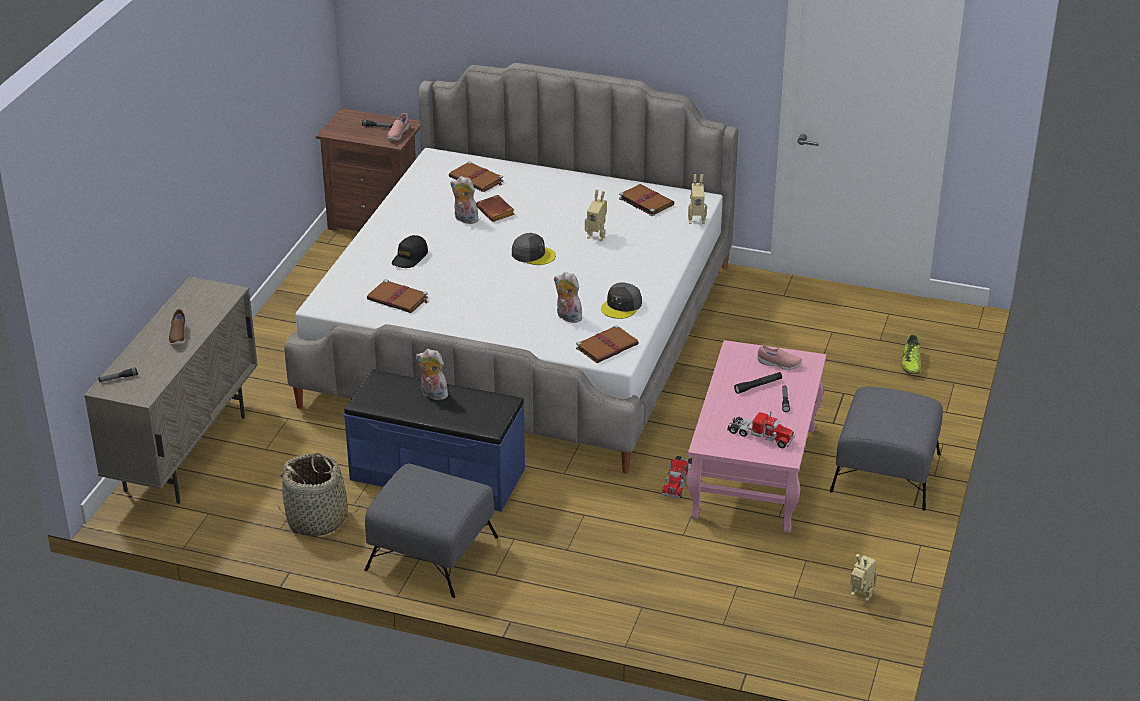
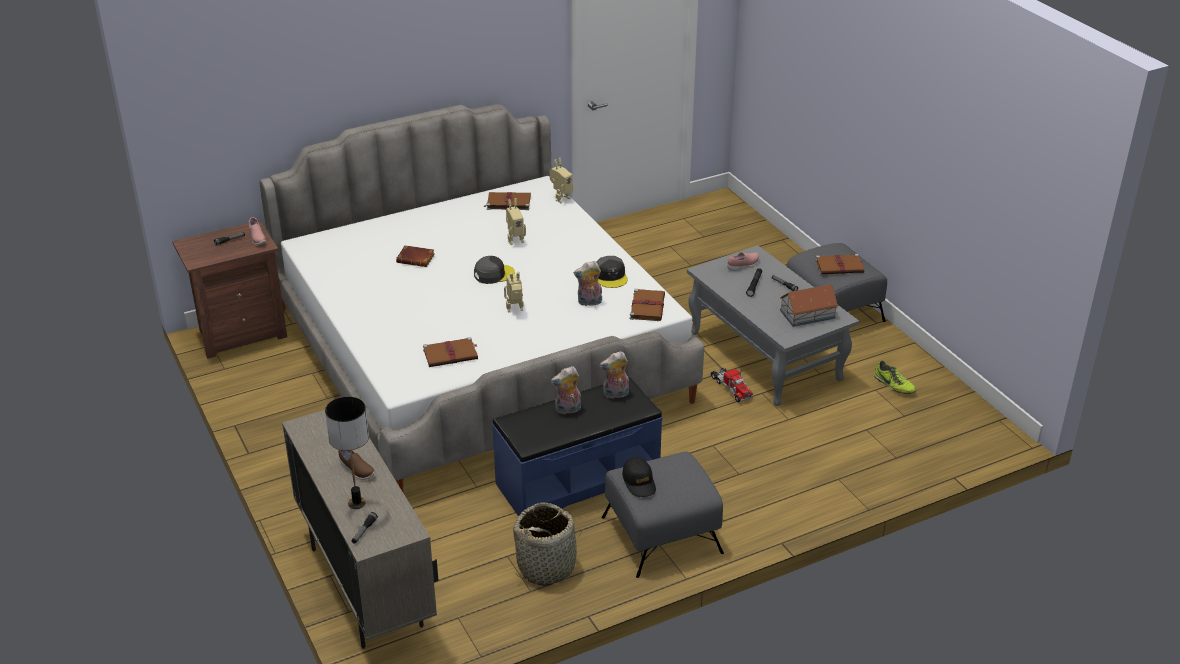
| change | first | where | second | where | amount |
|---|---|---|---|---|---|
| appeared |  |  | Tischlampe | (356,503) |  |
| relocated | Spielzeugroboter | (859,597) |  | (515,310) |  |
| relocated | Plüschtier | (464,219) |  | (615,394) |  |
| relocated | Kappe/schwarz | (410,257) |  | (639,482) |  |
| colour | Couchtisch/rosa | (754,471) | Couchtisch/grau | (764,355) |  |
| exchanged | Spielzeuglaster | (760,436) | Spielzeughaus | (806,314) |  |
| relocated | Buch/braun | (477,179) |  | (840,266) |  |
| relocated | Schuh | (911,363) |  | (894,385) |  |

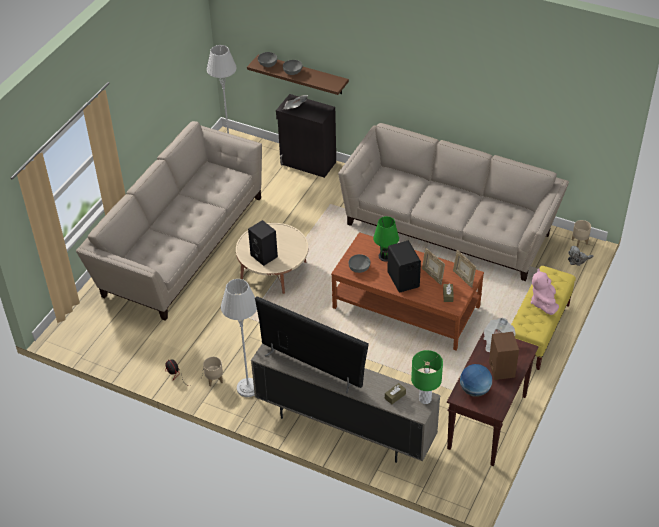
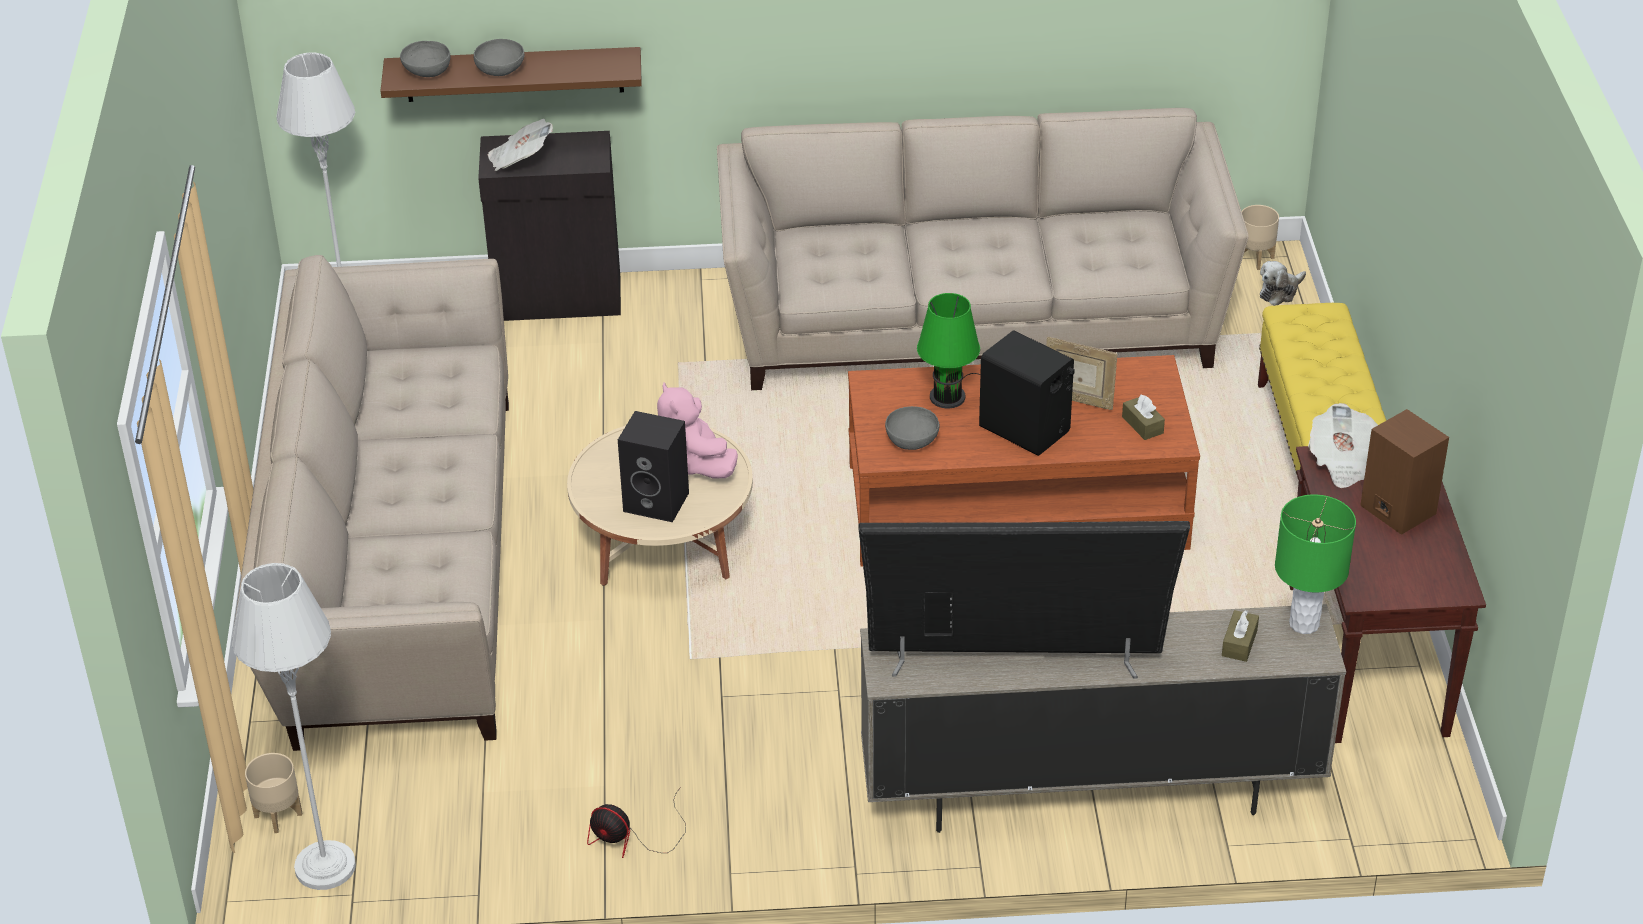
| change | first | where | second | where | amount |
|---|---|---|---|---|---|
| relocated | Stehlampe/grau | (248,388) |  | (325,867) |  |
| relocated | Pflanzkübel/beige | (214,379) |  | (277,815) |  |
| relocated | Plüschtier/rosa | (543,303) |  | (695,463) |  |
| missing | Bilderrahmen | (463,278) |  |  |  |
| missing | Globus | (474,390) |  |  |  |

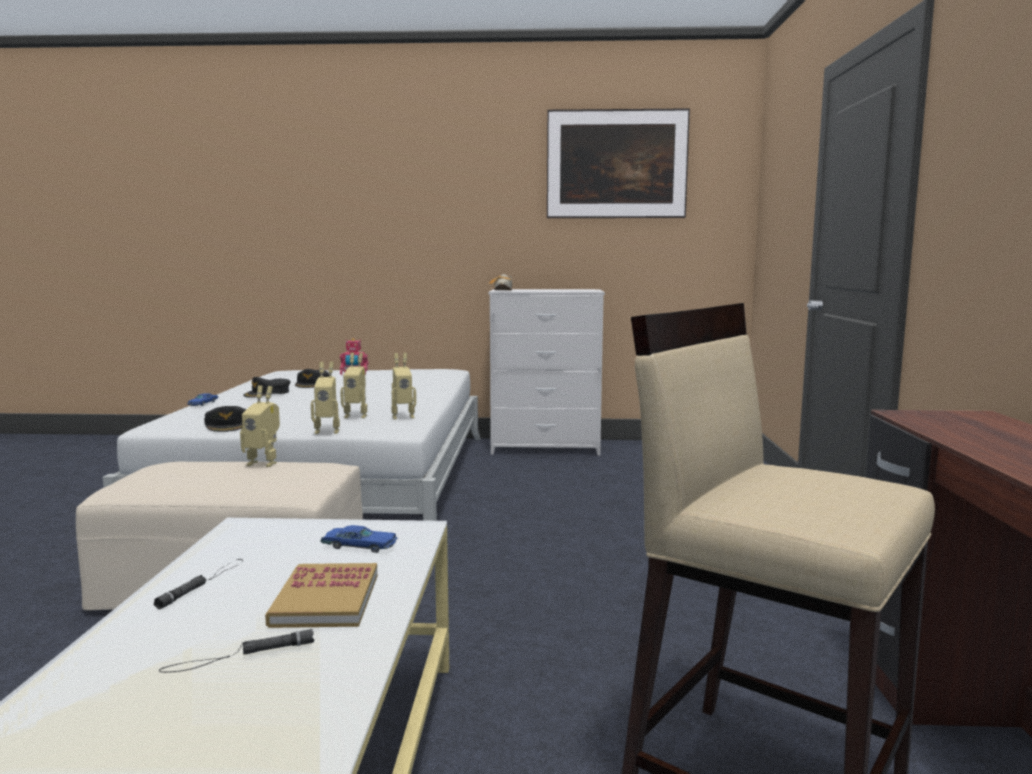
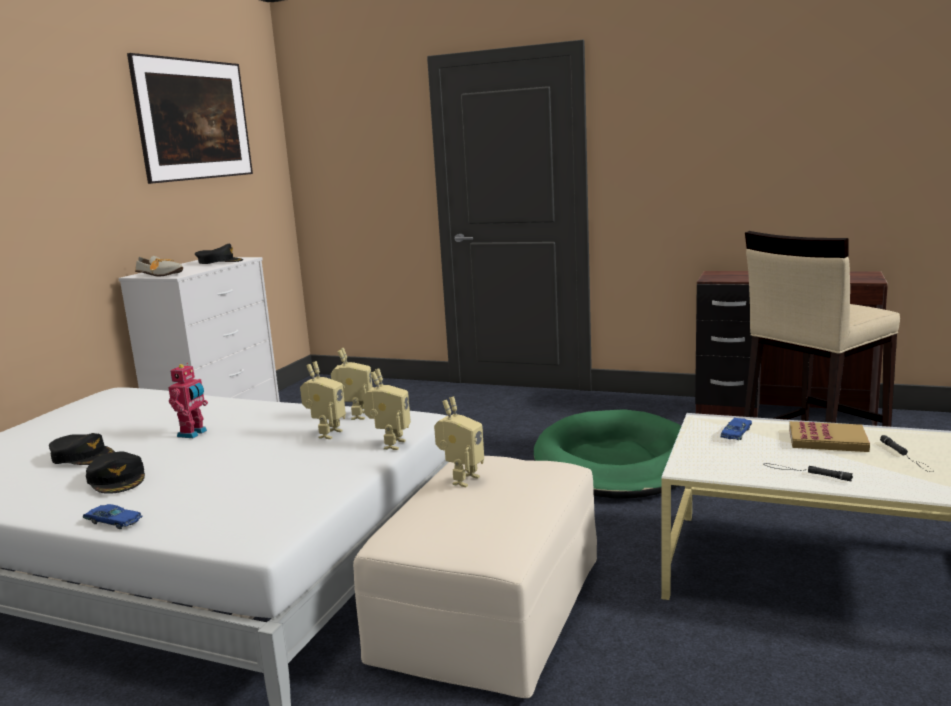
| change | first | where | second | where | amount |
|---|---|---|---|---|---|
| relocated | Kappe/schwarz | (228,425) |  | (219,261) |  |
| appeared |  |  | Hundebett/grün | (616,462) |  |

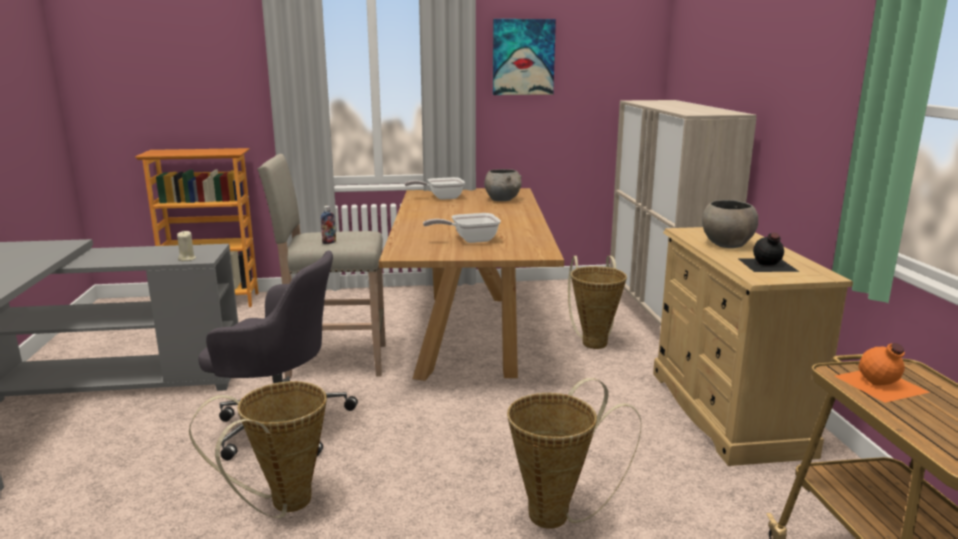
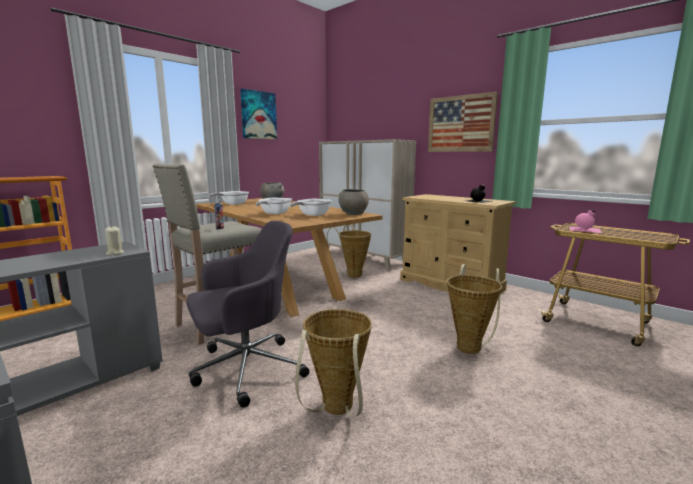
| change | first | where | second | where | amount |
|---|---|---|---|---|---|
| appeared |  |  | Pfanne | (273,213) |  |
| relocated | Schüssel/grau | (726,244) |  | (353,214) |  |
| appeared |  |  | Bild | (460,124) |  |
| colour | Flasche/orange | (880,384) | Flasche/rosa | (585,229) |  |

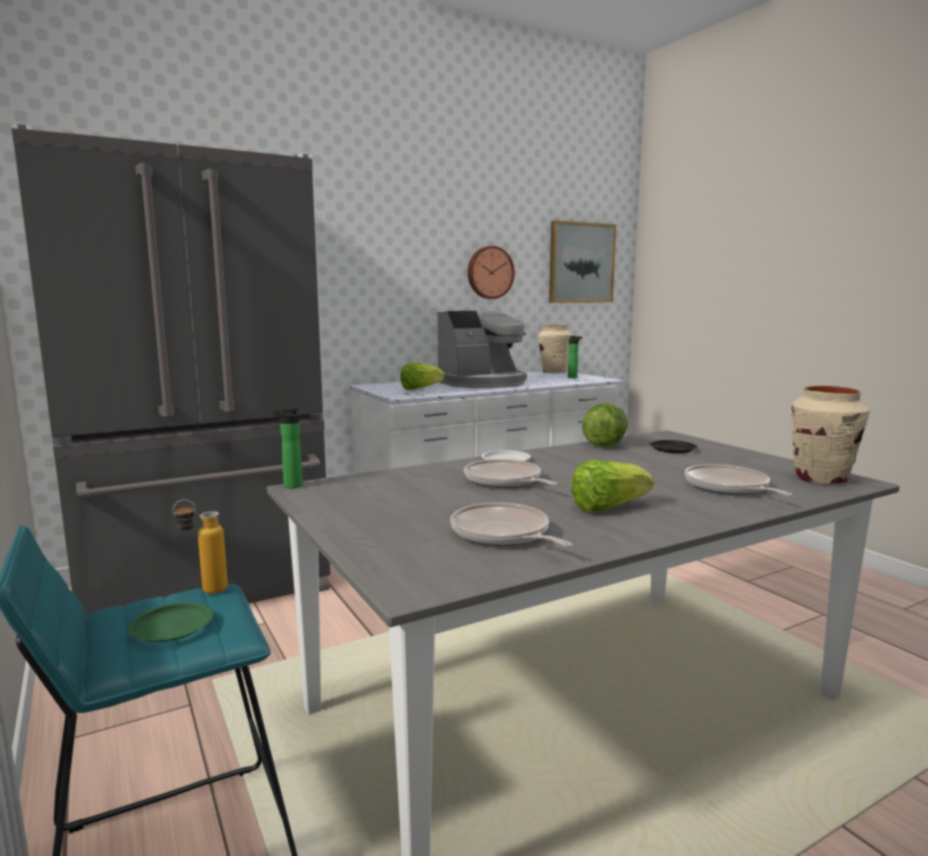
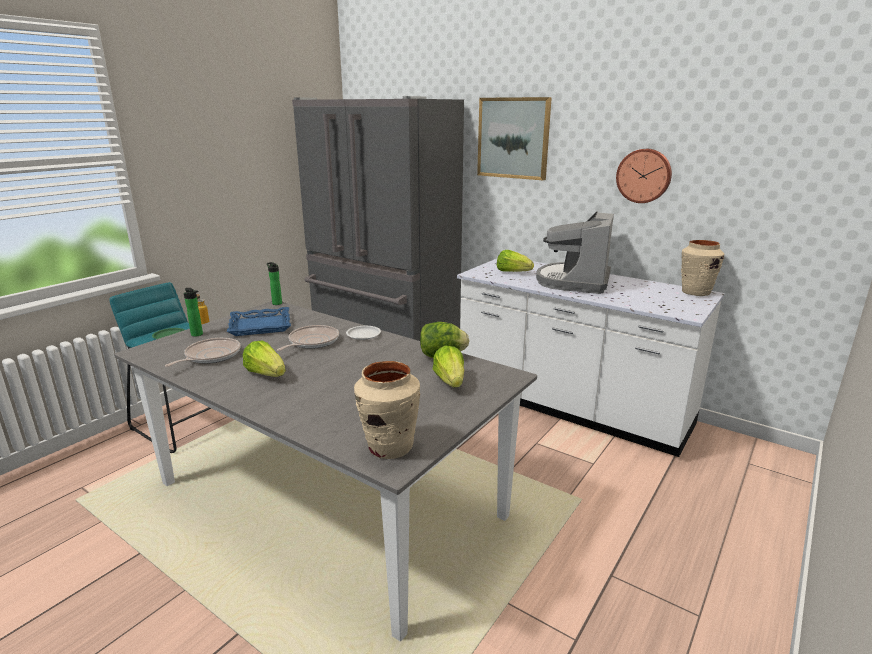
| change | first | where | second | where | amount |
|---|---|---|---|---|---|
| relocated | Flasche | (573,377) |  | (198,335) |  |
| appeared |  |  | Tablett/blau | (260,326) |  |
| exchanged | Teller/schwarz | (672,449) | Salatkopf | (450,381) |  |
| relocated | Bild | (581,263) |  | (513,138) |  |
| spun | Kaffeemaschine | (482,383) |  | (574,281) | 75 degrees clockwise |
| missing | Pfanne | (728,488) |  |  |  |

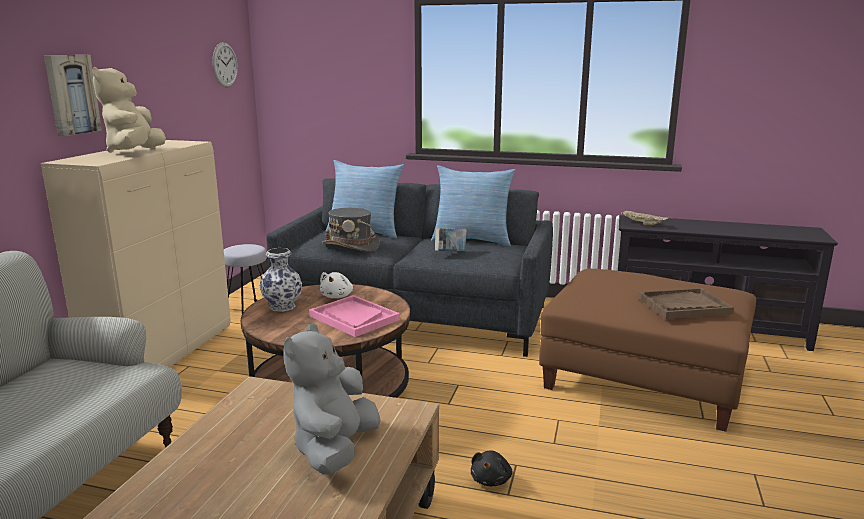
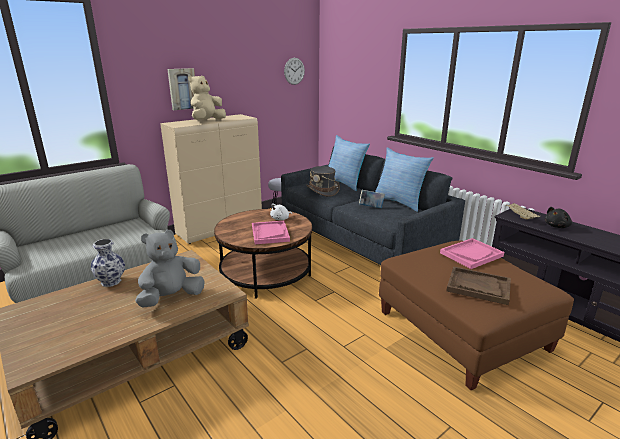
| change | first | where | second | where | amount |
|---|---|---|---|---|---|
| relocated | Vase | (283,307) |  | (111,282) |  |
| appeared |  |  | Tablett/rosa | (471,254) |  |
| relocated | Plüschtier/schwarz | (491,480) |  | (557,226) |  |

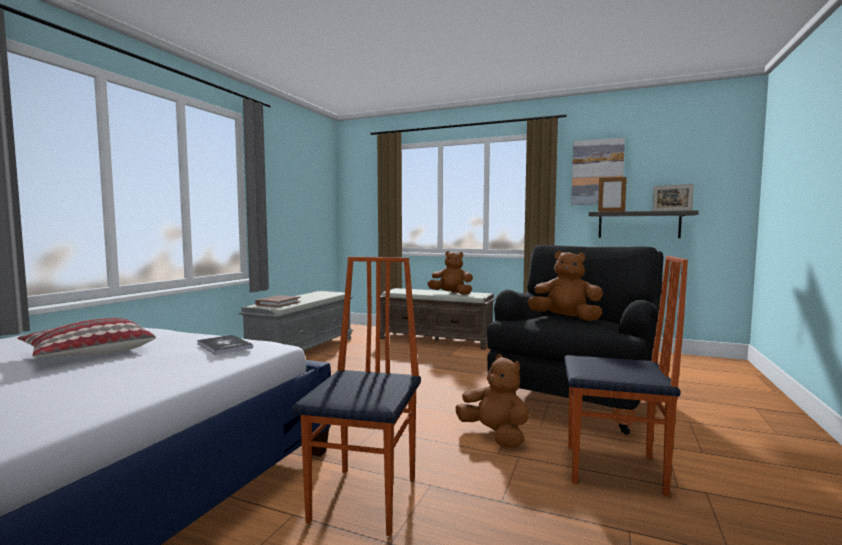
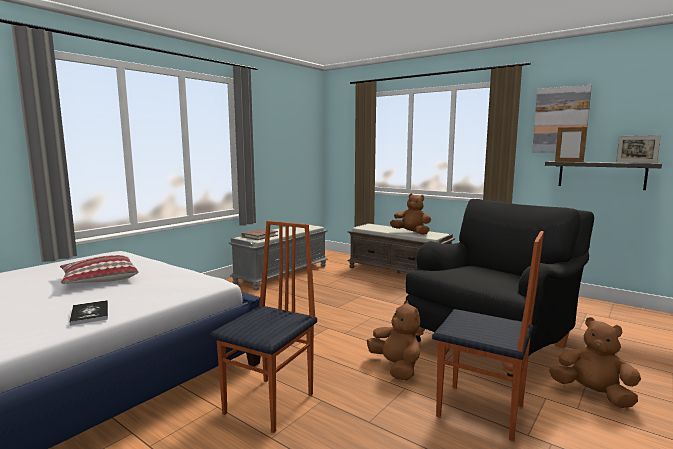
| change | first | where | second | where | amount |
|---|---|---|---|---|---|
| relocated | Buch | (224,346) |  | (90,313) |  |
| relocated | Plüschtier/braun | (566,319) |  | (593,394) |  |

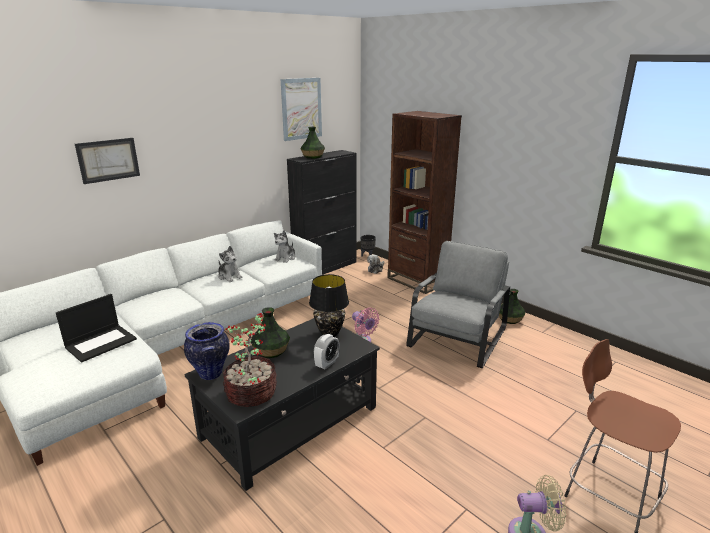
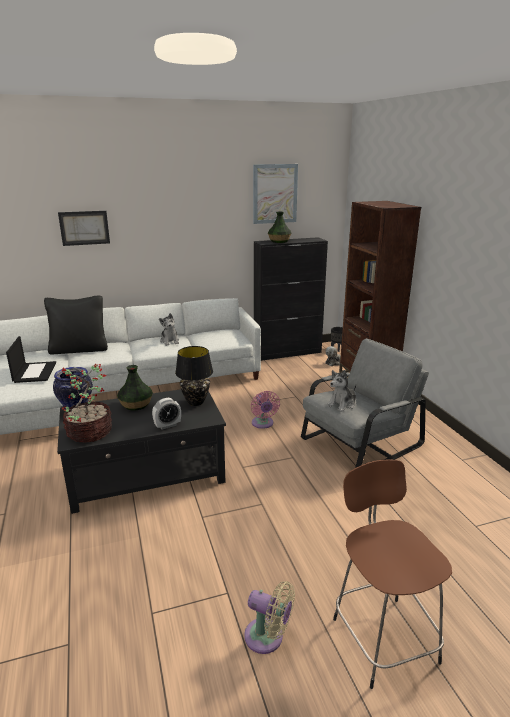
| change | first | where | second | where | amount |
|---|---|---|---|---|---|
| spun | Laptop | (101,343) |  | (34,372) | 75 degrees counterclockwise |
| appeared |  |  | Kissen/schwarz | (79,349) |  |
| relocated | Plüschtier | (285,258) |  | (342,404) |  |
| missing | Vase | (510,319) |  |  |  |

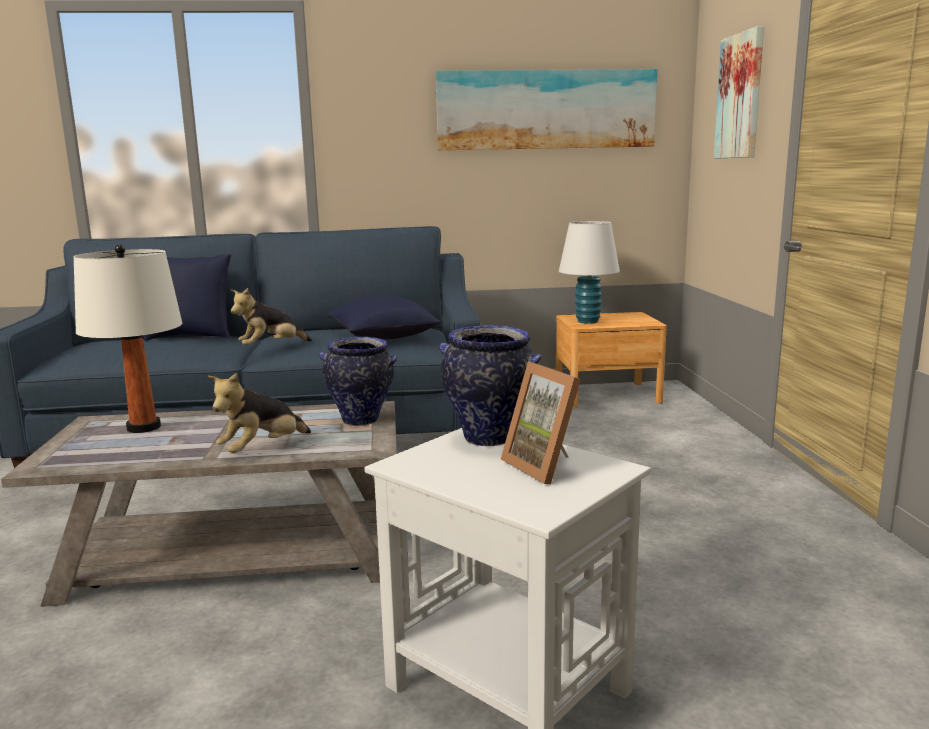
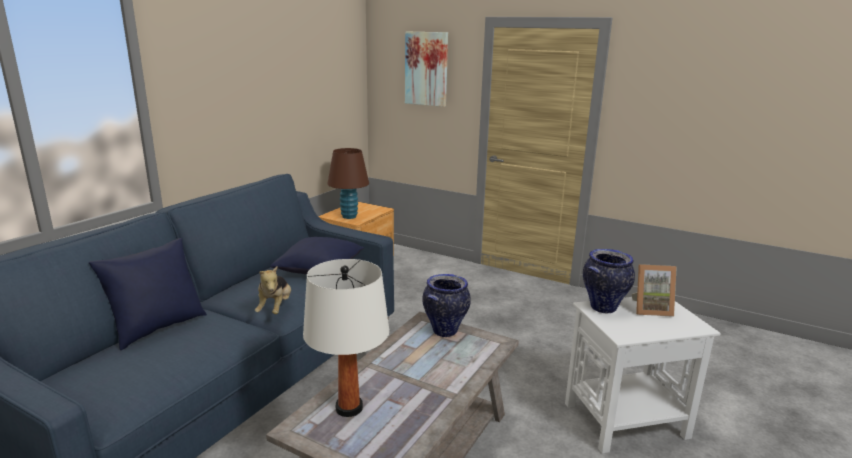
| change | first | where | second | where | amount |
|---|---|---|---|---|---|
| colour | Tischlampe/weiß | (588,321) | Tischlampe/braun | (349,216) |  |
| missing | Plüschtier | (262,450) |  |  |  |
| missing | Bild | (546,110) |  |  |  |

